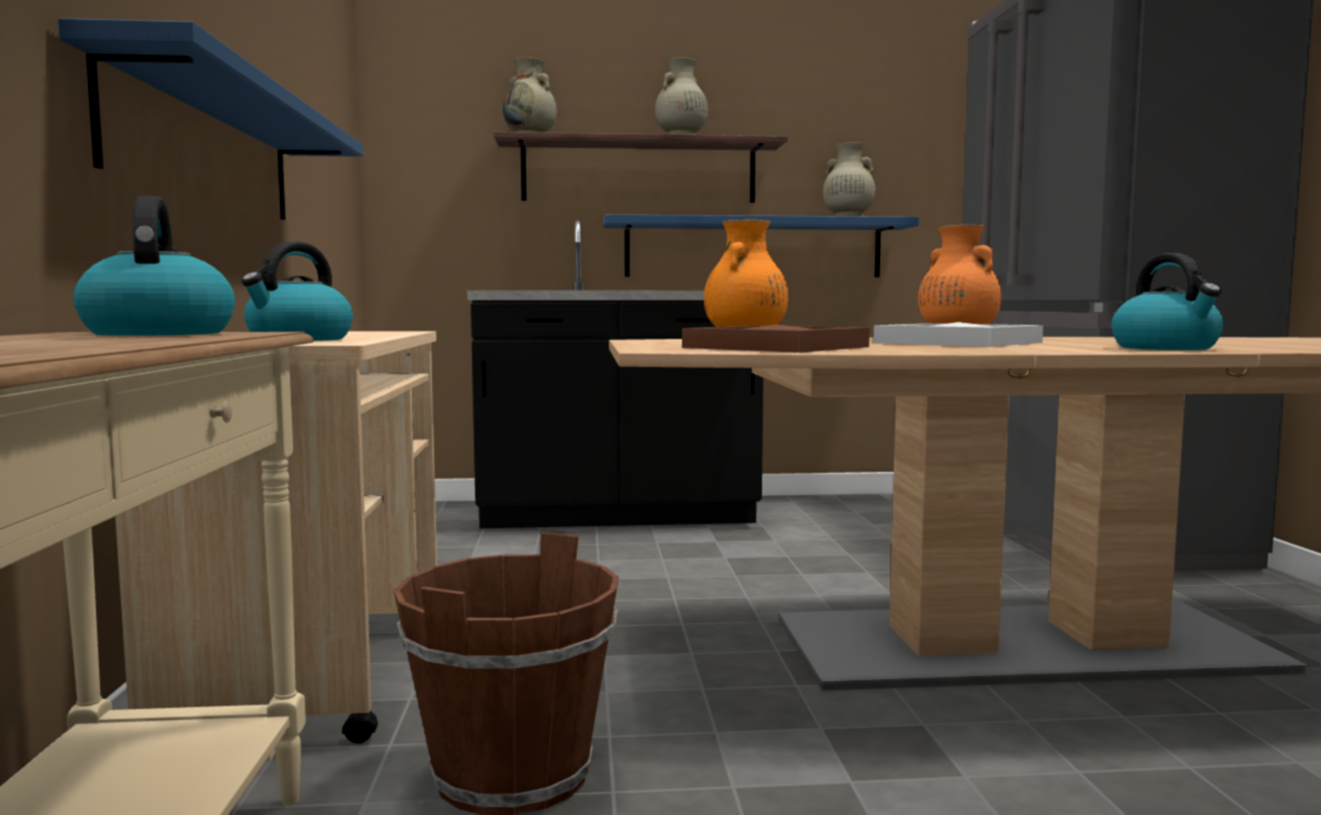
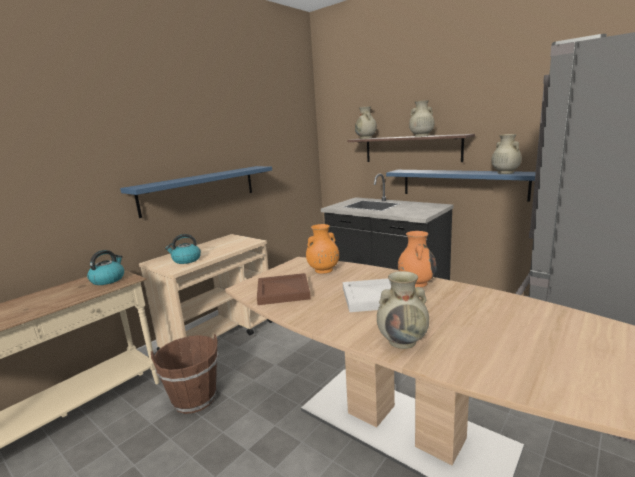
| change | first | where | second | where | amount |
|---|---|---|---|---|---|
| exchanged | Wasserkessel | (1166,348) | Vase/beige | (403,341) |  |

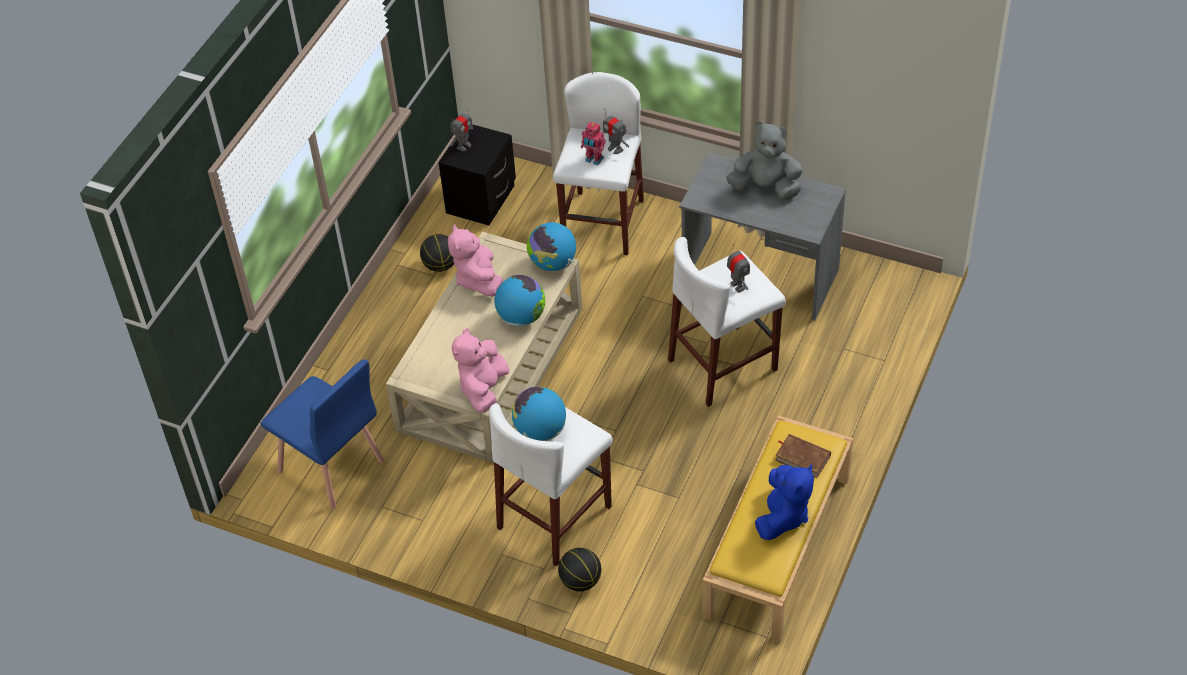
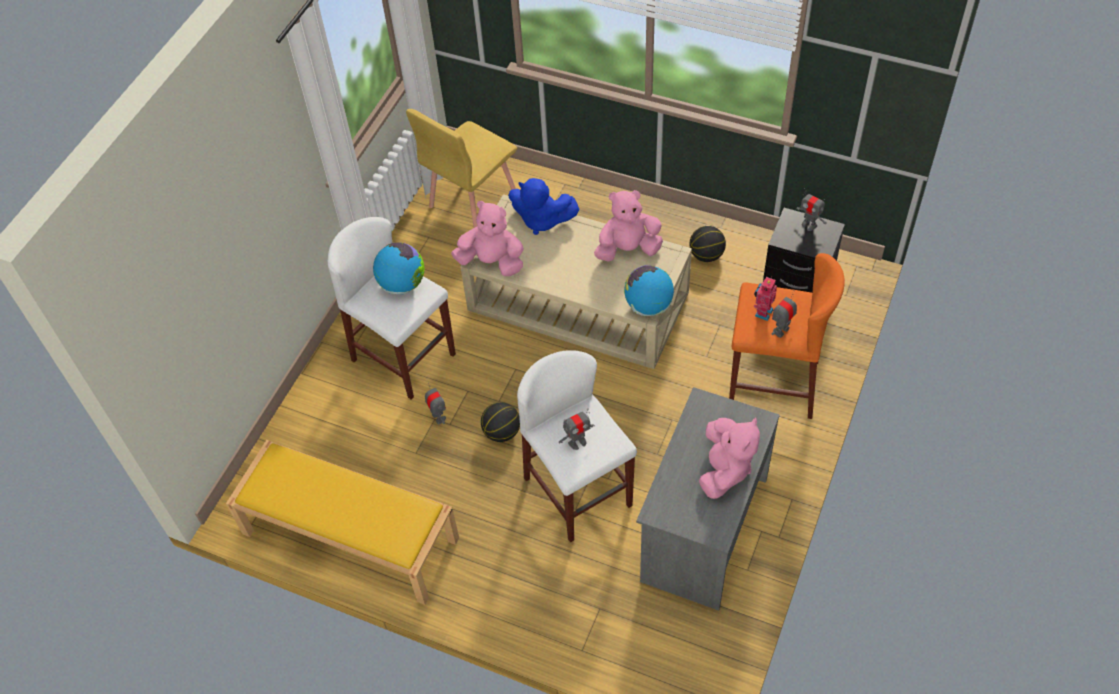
| change | first | where | second | where | amount |
|---|---|---|---|---|---|
| colour | Stuhl/blau | (331,467) | Stuhl/gelb | (472,201) |  |
| appeared |  |  | Spielzeugroboter | (438,417) |  |
| relocated | Basketball | (580,581) |  | (501,432) |  |
| relocated | Plüschtier/blau | (783,516) |  | (541,220) |  |
| colour | Plüschtier/grau | (766,187) | Plüschtier/rosa | (724,469) |  |
| colour | Hocker/weiß | (603,223) | Hocker/orange | (773,383) |  |
| missing | Globus | (521,317) |  |  |  |
| missing | Buch/braun | (802,457) |  |  |  |

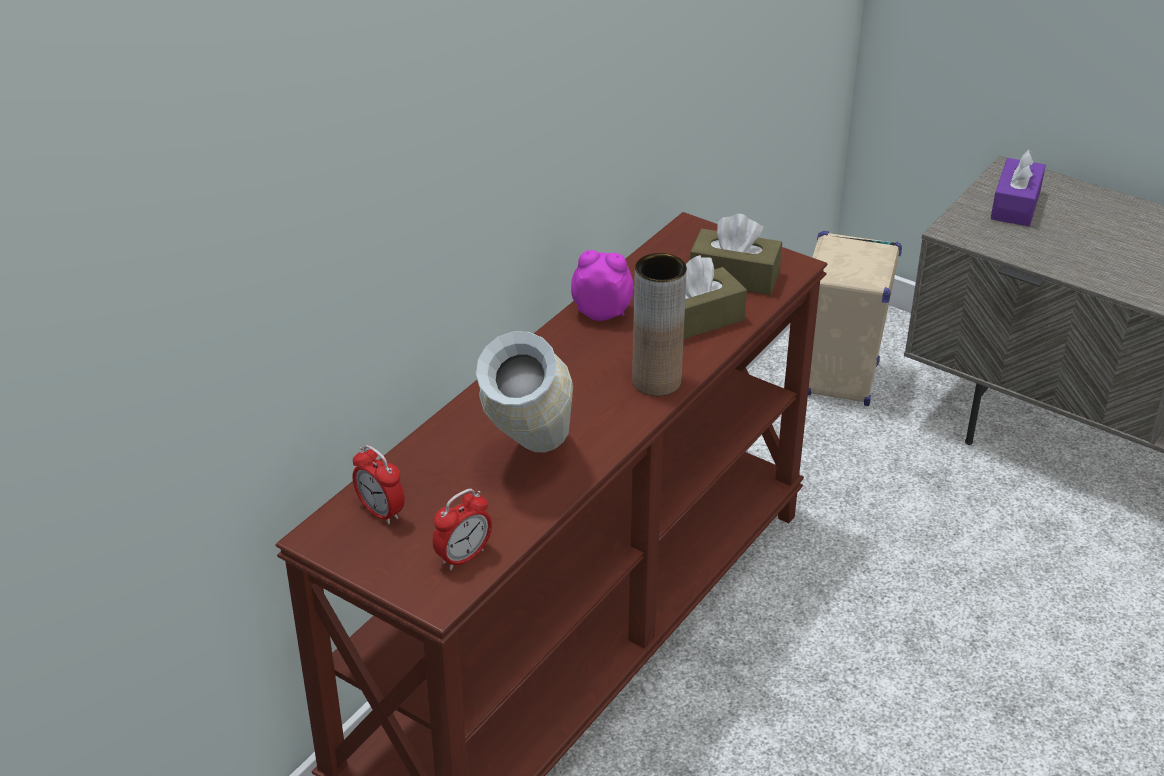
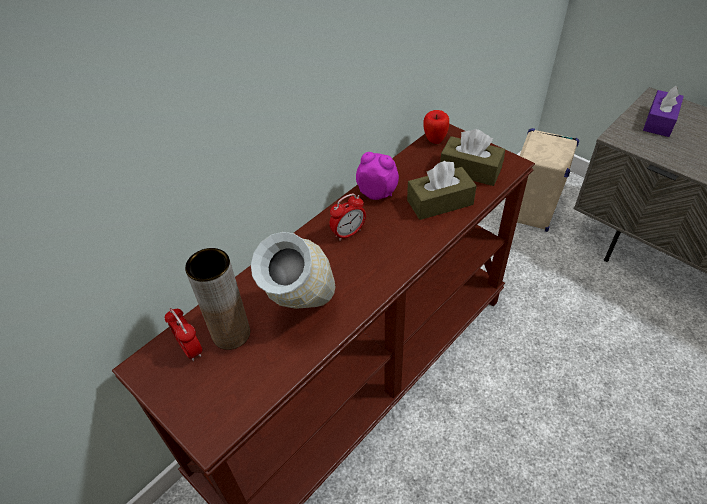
| change | first | where | second | where | amount |
|---|---|---|---|---|---|
| relocated | Vase/braun | (656,382) |  | (231,334) |  |
| relocated | Wecker | (463,557) |  | (348,233) |  |
| appeared |  |  | Apfel | (434,140) |  |

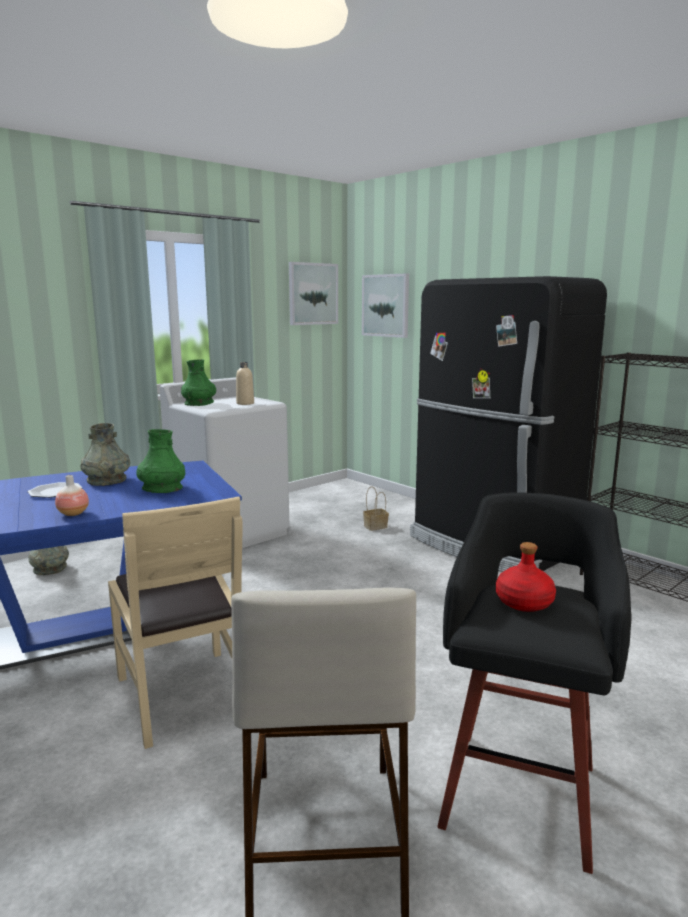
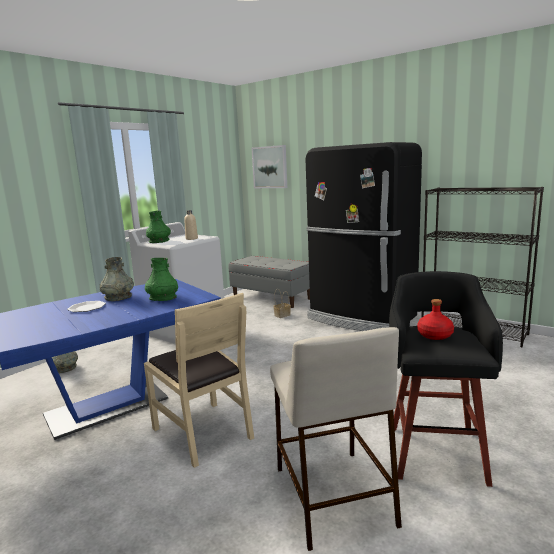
| change | first | where | second | where | amount |
|---|---|---|---|---|---|
| appeared |  |  | Bank/grau | (272,297) |  |
| missing | Vase | (73,513) |  |  |  |
| missing | Bild | (312,294) |  |  |  |

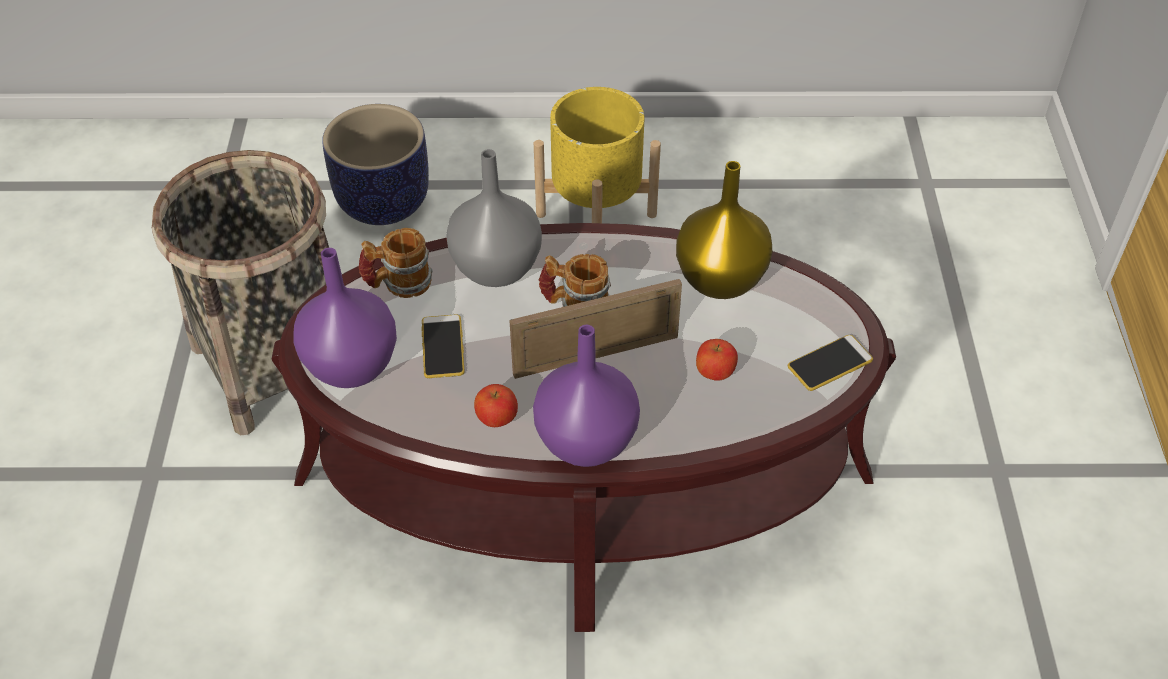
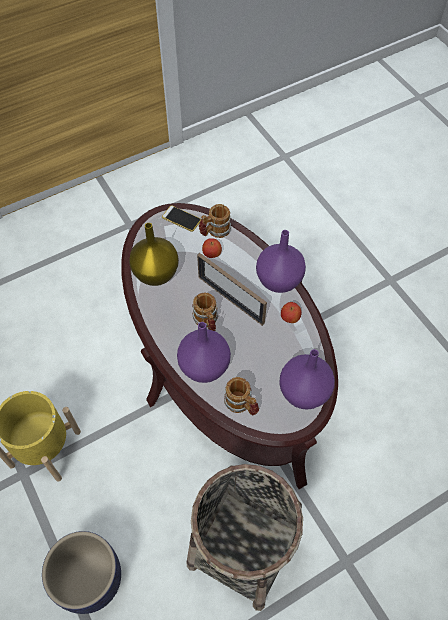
| change | first | where | second | where | amount |
|---|---|---|---|---|---|
| colour | Vase/grau | (496,267) | Vase/lila | (203,367) |  |
| appeared |  |  | Henkelbecher | (214,231) |  |
| missing | Handy | (442,347) |  |  |  |

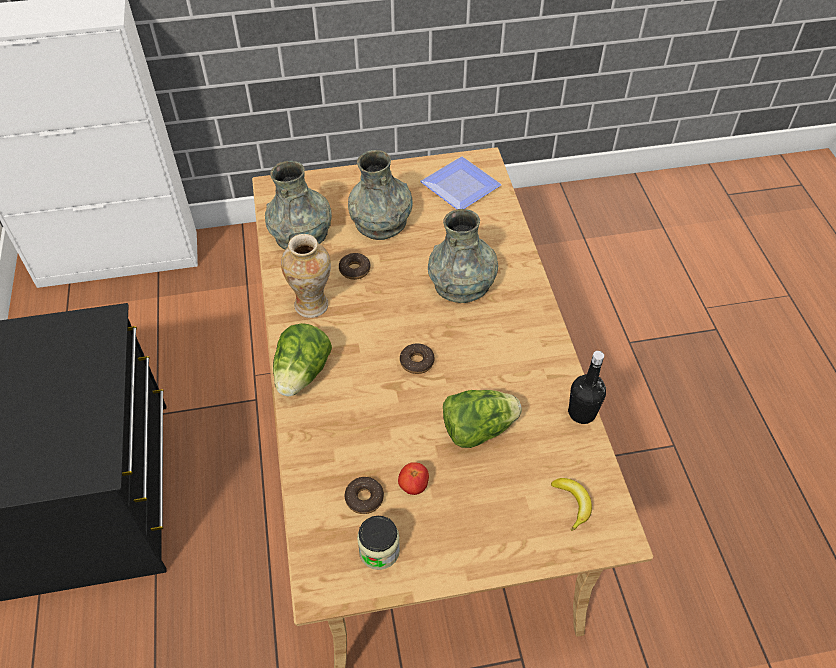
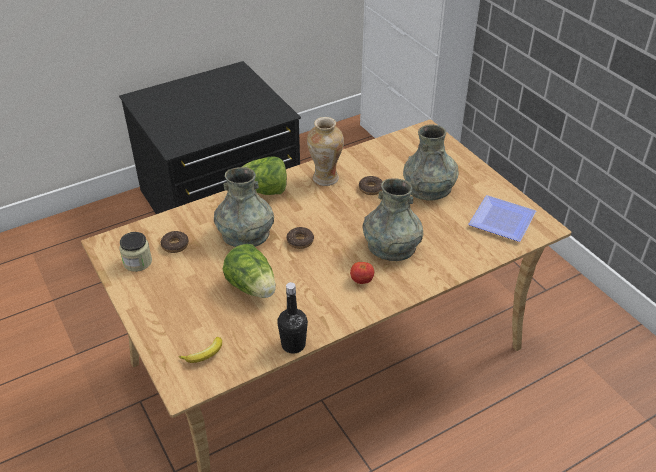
| change | first | where | second | where | amount |
|---|---|---|---|---|---|
| relocated | Vase/grau | (301,234) |  | (245,234) |  |
| relocated | Tomate | (413,485) |  | (362,280) |  |

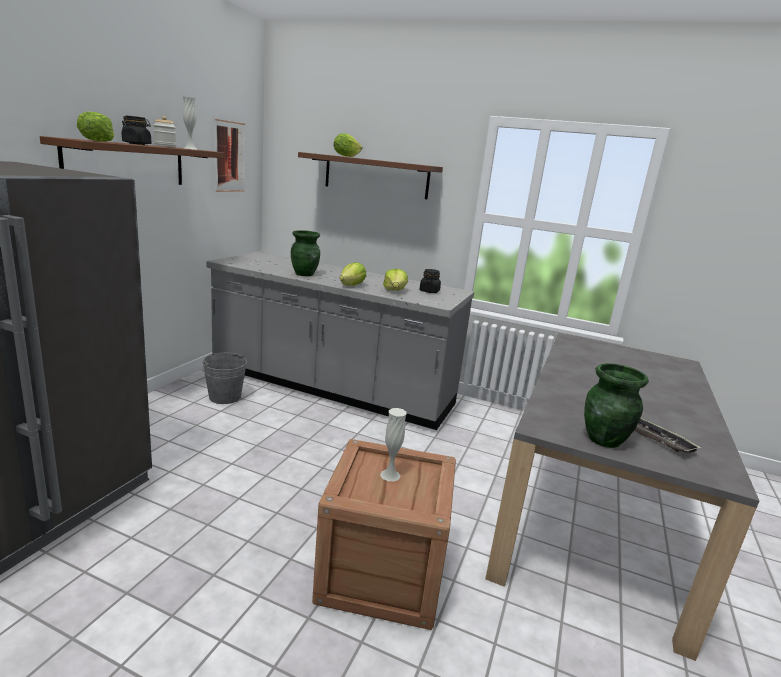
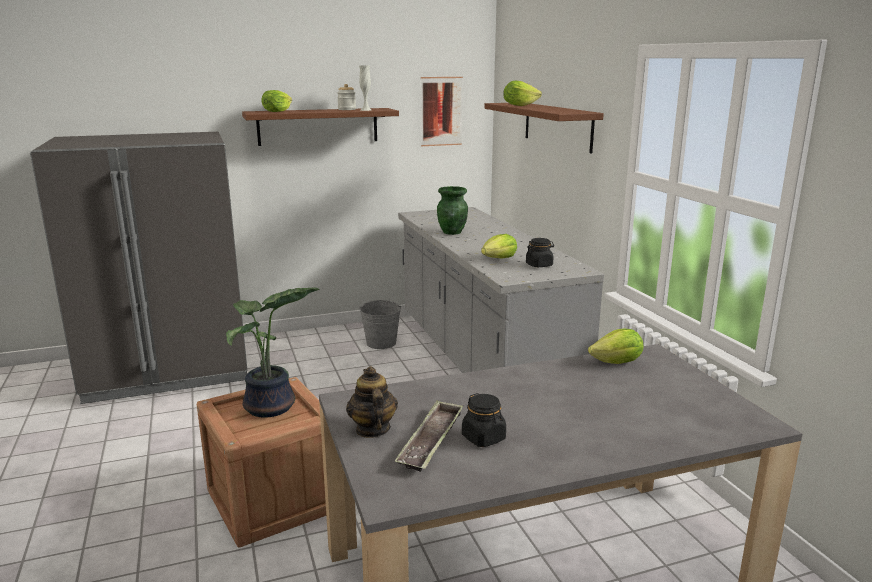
| change | first | where | second | where | amount |
|---|---|---|---|---|---|
| exchanged | Vase/weiß | (390,475) | Topfpflanze | (271,408) |  |
| exchanged | Vase/grün | (604,440) | Teekanne | (372,429) |  |
| relocated | Vorratsglas/schwarz | (137,144) |  | (484,438) |  |
| relocated | Salatkopf | (352,285) |  | (617,363) |  |

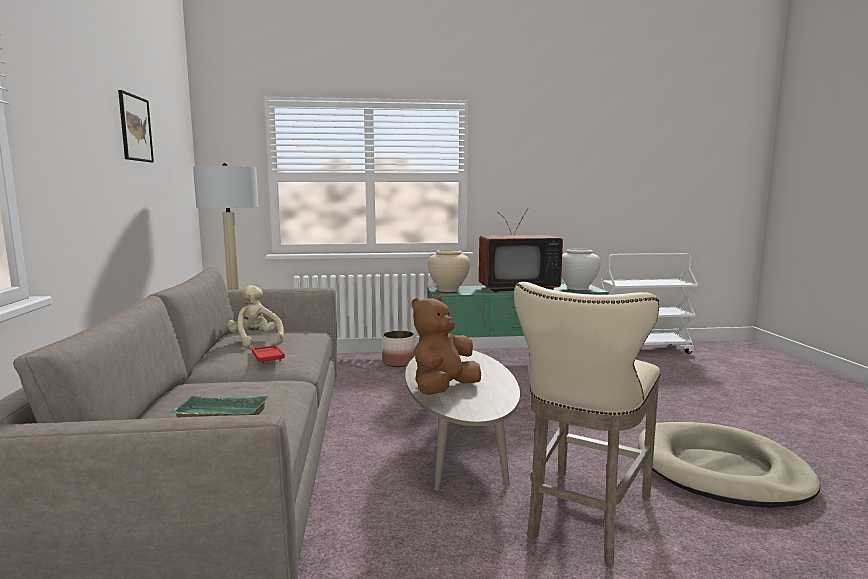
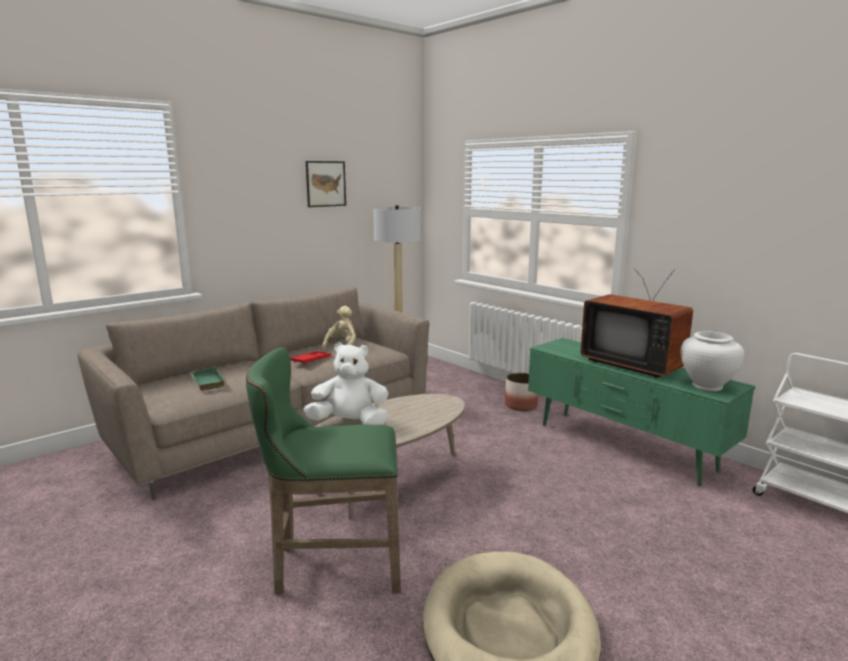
| change | first | where | second | where | amount |
|---|---|---|---|---|---|
| colour | Hocker/beige | (584,518) | Hocker/grün | (331,566) |  |
| colour | Plüschtier/braun | (443,390) | Plüschtier/weiß | (350,423) |  |
| missing | Vase/beige | (448,290) |  |  |  |

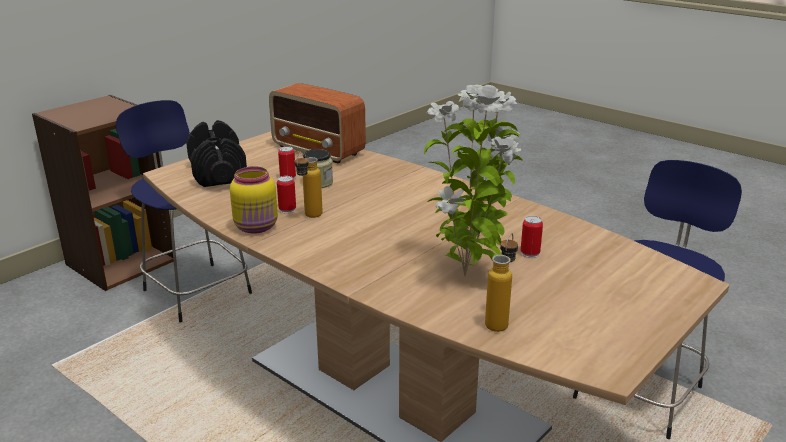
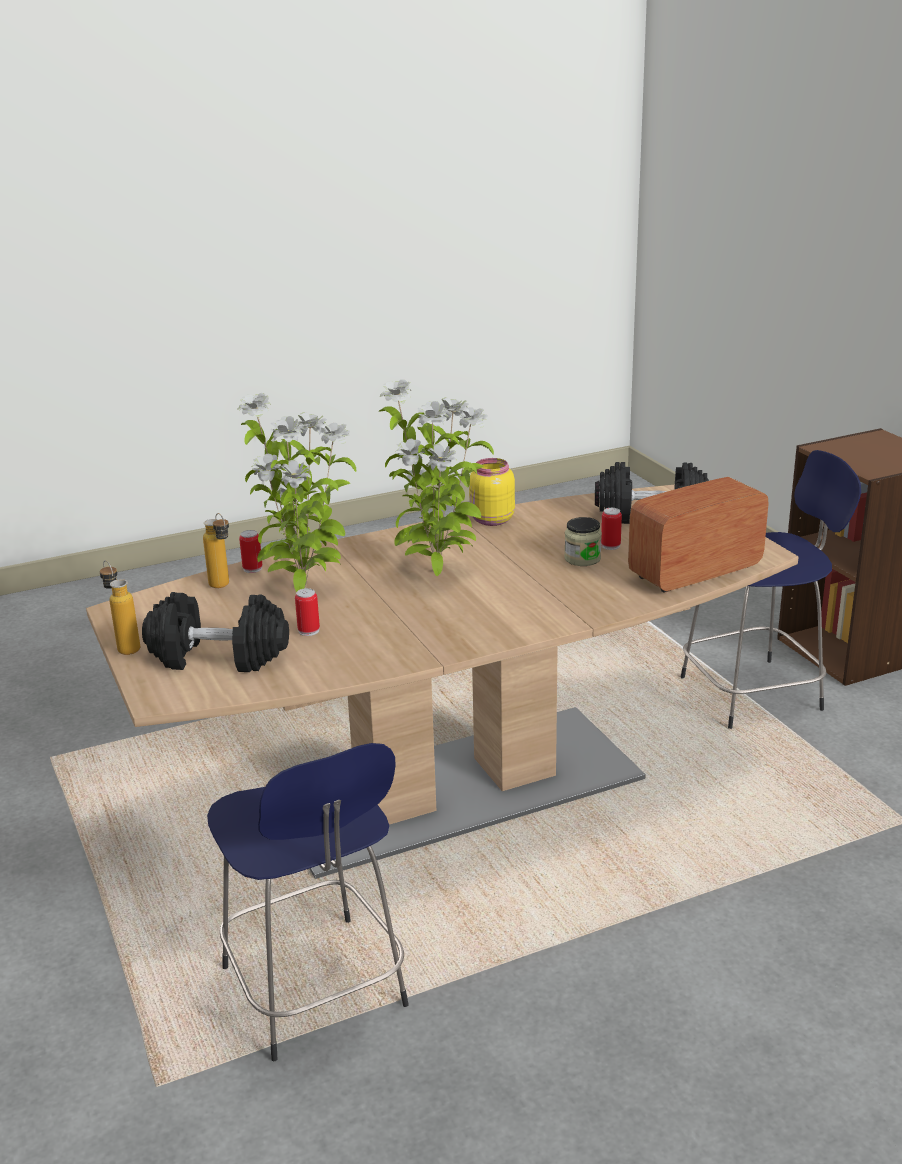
| change | first | where | second | where | amount |
|---|---|---|---|---|---|
| relocated | Flasche | (309,217) |  | (124,646) |  |
| appeared |  |  | Hantel/schwarz | (218,657) |  |
| relocated | Dose | (287,210) |  | (252,569) |  |
| appeared |  |  | Topfpflanze | (437,574) |  |

